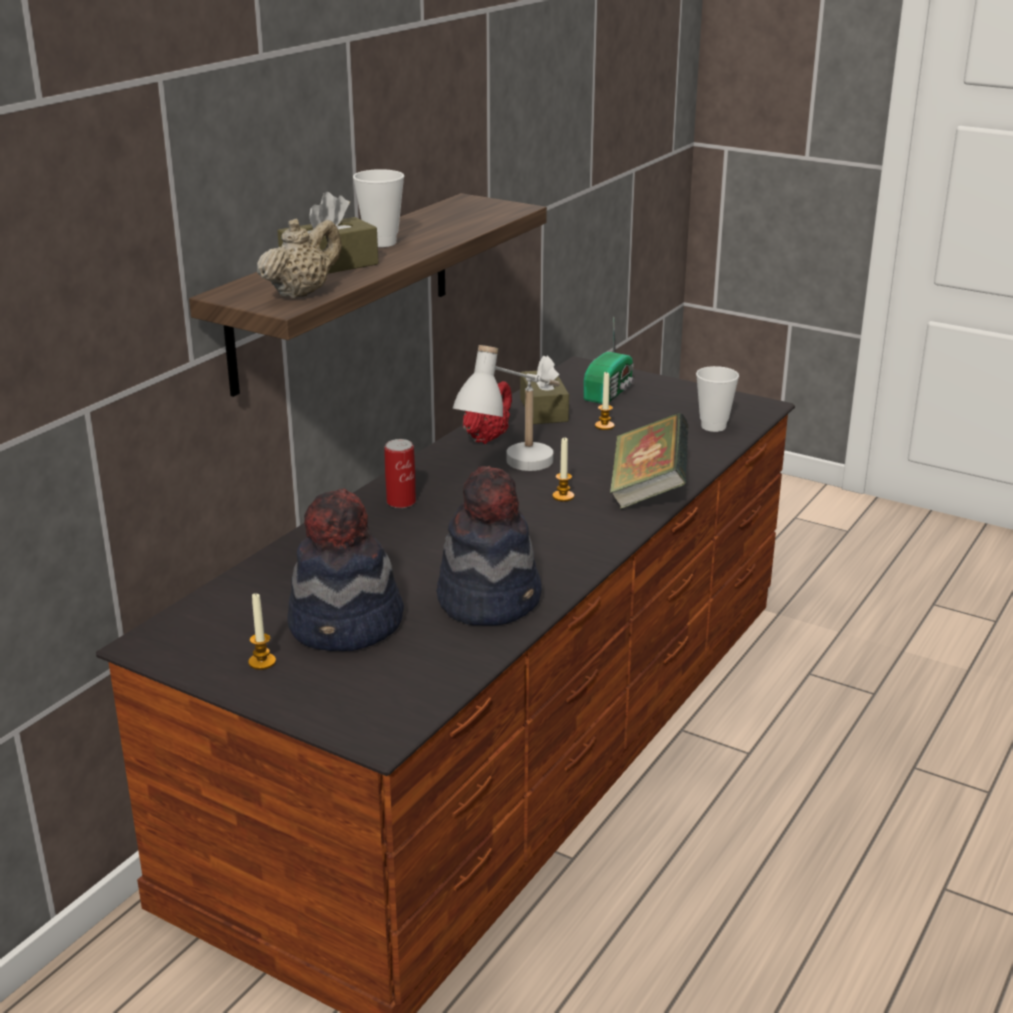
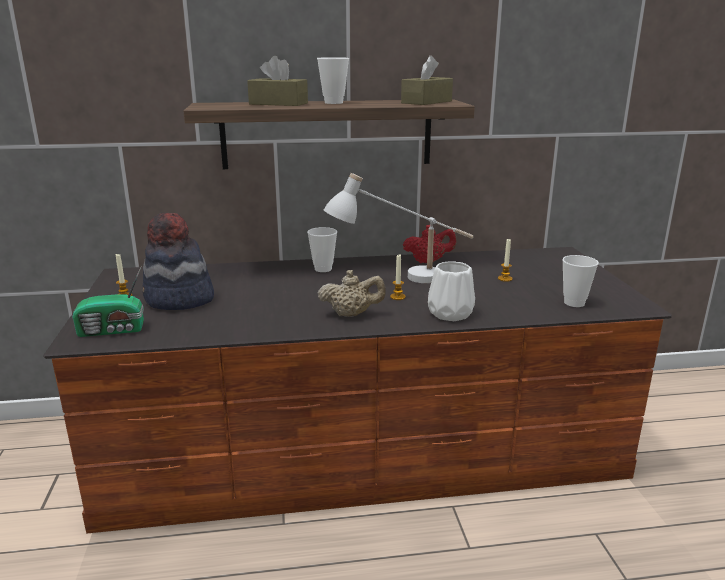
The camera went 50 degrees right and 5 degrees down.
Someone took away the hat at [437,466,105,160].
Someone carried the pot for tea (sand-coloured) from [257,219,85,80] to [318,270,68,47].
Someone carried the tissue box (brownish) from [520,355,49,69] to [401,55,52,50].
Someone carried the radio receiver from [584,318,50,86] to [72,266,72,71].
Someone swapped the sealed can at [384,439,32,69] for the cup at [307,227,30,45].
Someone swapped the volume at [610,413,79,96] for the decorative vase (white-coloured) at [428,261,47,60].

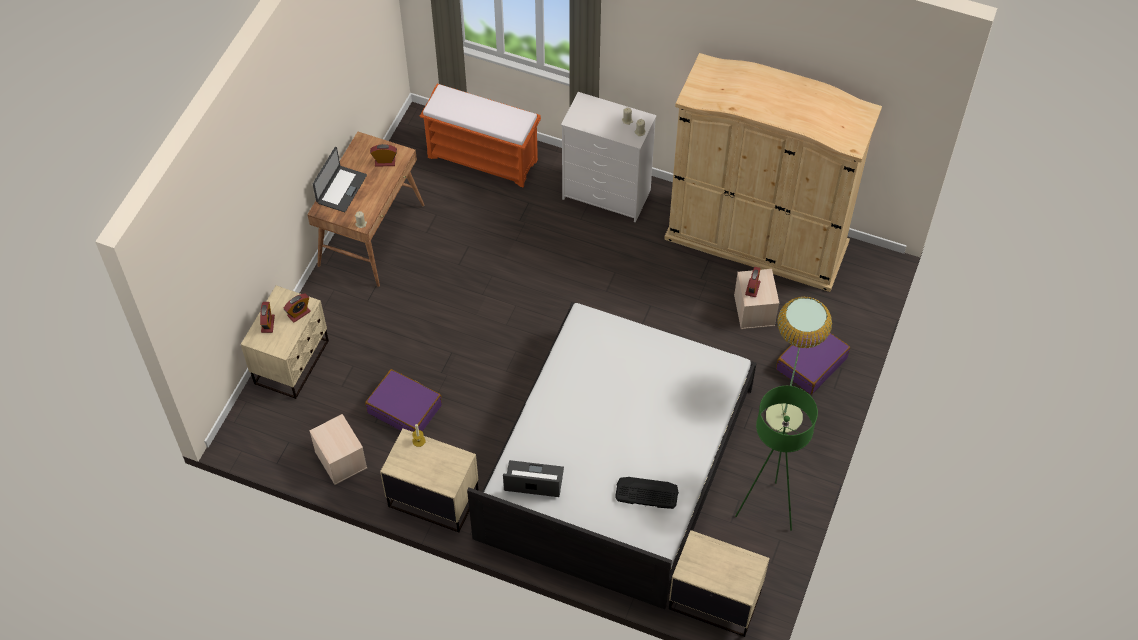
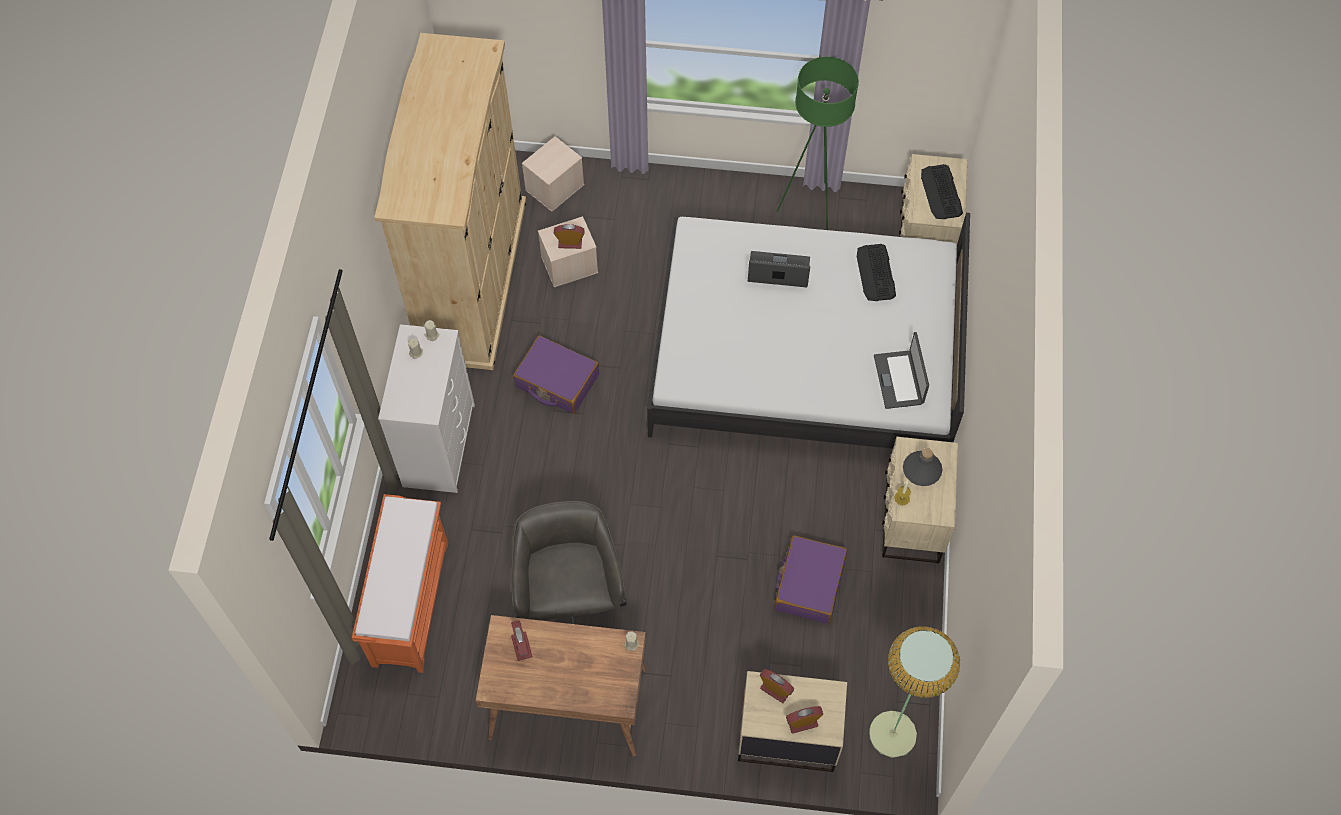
The camera went 105 degrees left and 5 degrees up.
Someone put down the desk chair (greyish) at [511,501,116,123].
Someone put down the drink bottle (greyish) at [903,448,39,38].
Someone put down the computer keyboard at [921,164,42,55].
Someone carried the storage container (sand-coloured) from [310,414,57,71] to [522,136,62,76].
Someone carried the notebook computer from [313,147,54,65] to [748,251,62,36].
Someone carried the floor lamp from [766,297,66,136] to [869,626,91,132].
Someone carried the piece of luggage (purple-coloured) from [776,331,74,63] to [513,335,86,79].

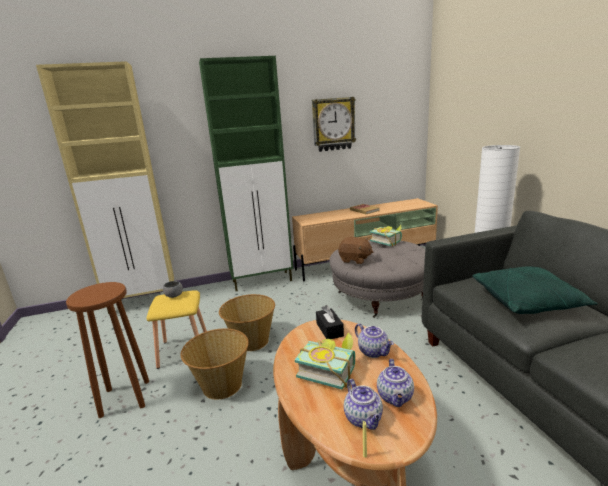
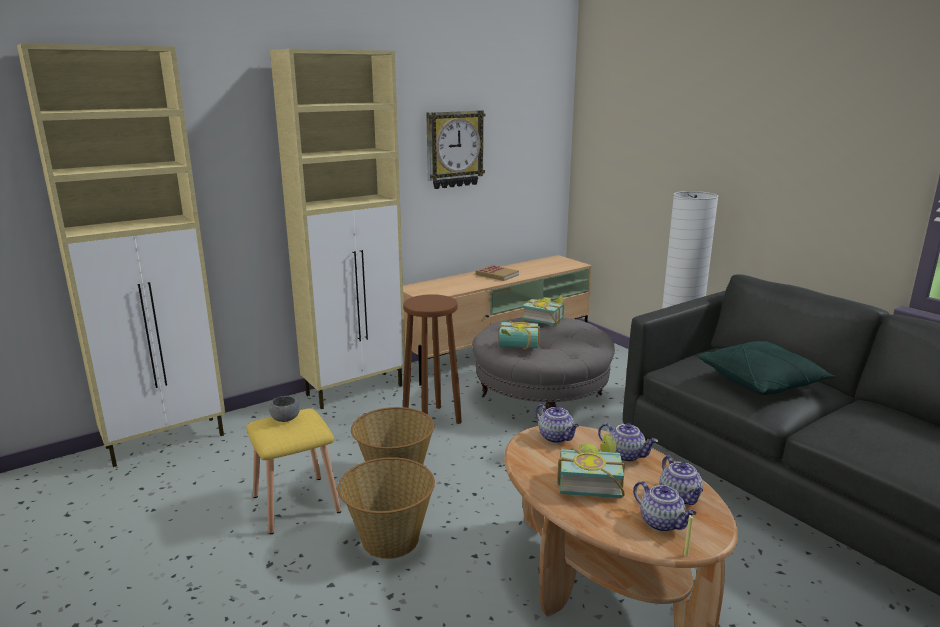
The camera went 20 degrees left and 0 degrees up.
Someone carried the stool (brownish) from [66,282,83,136] to [403,294,59,130].
Someone swapped the tissue box (blackish) at [316,305,28,34] for the pot for tea at [536,404,43,39].
Someone swapped the plush toy (brownish) at [338,237,35,27] for the volume at [499,321,41,28].
Someone repainted the storage cabinet (greenish) at [199,56,94,235], which became the storage cabinet (sand-coloured) at [270,49,135,360].

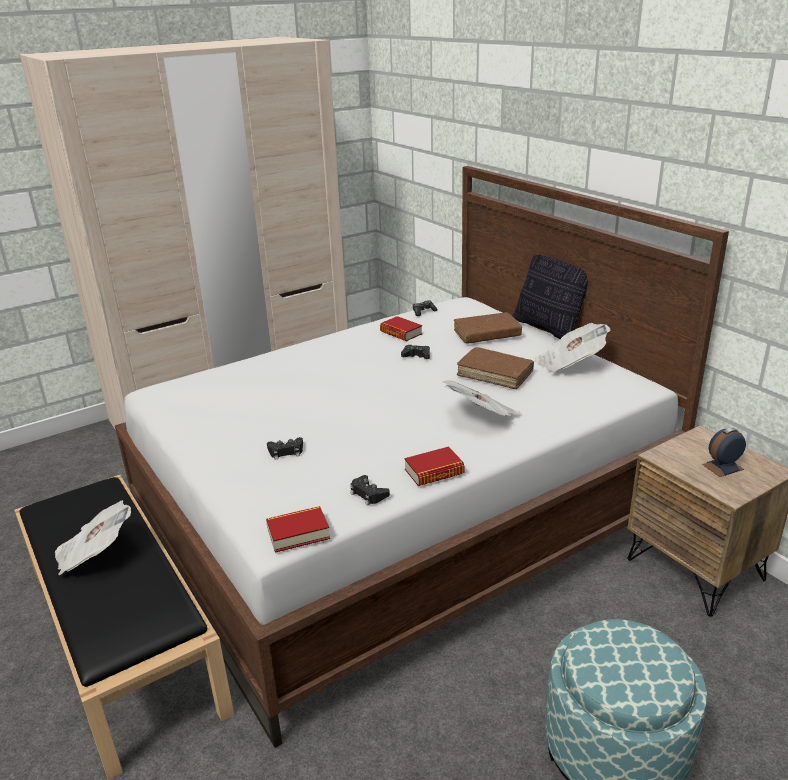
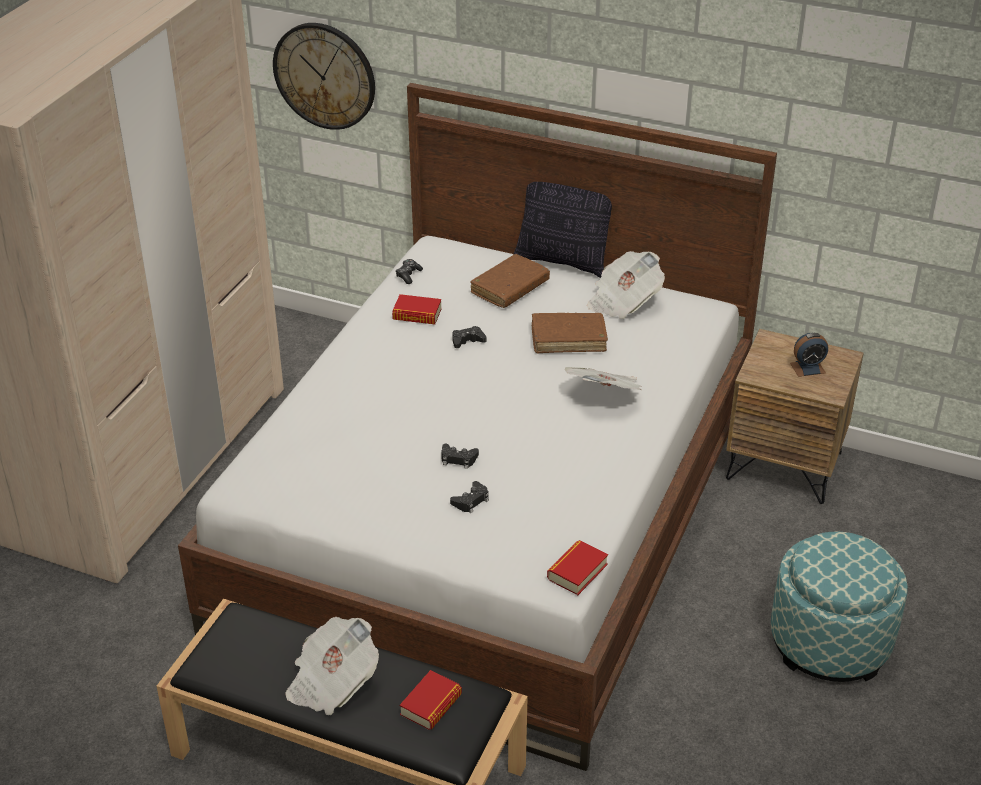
The camera went 35 degrees left and 10 degrees up.
Someone put up the wall clock at [273,23,102,107].
Someone carried the joypad (blackish) from [350,475,40,30] to [441,444,38,25].
Someone carried the volume from [404,446,61,40] to [400,670,62,60].
Someone rotated the alarm clock at [702,428,44,49] by 135 degrees counterclockwise.

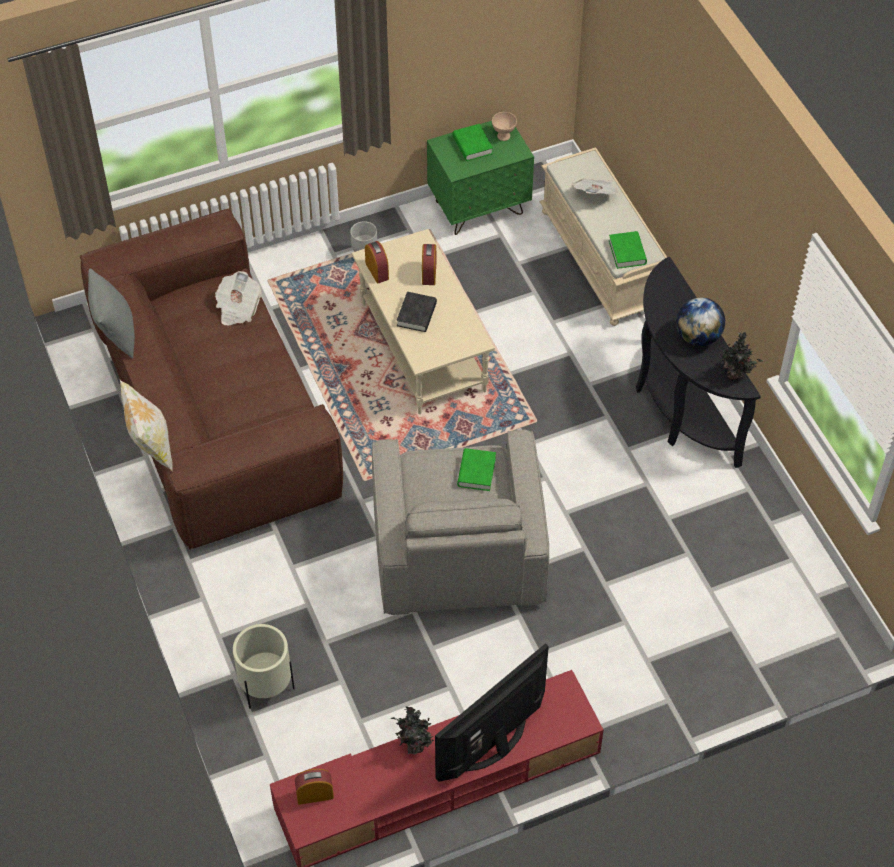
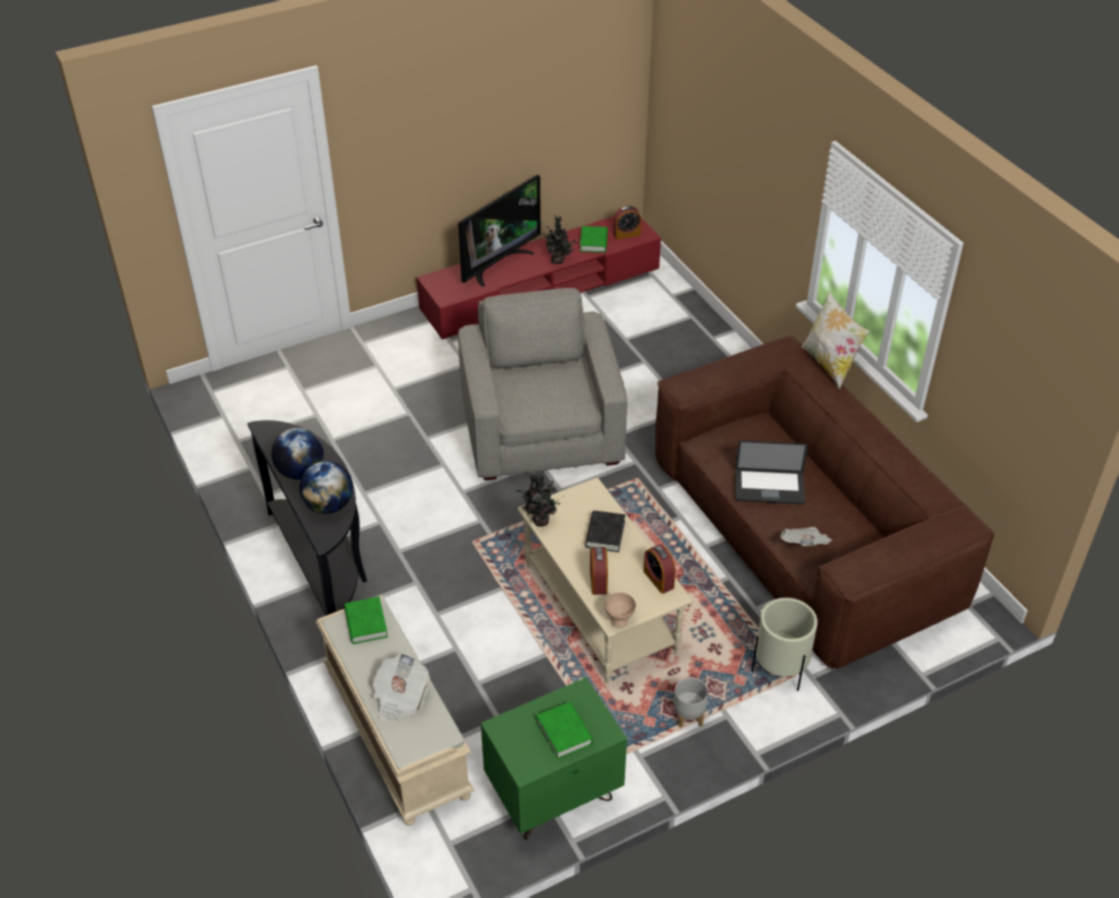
The camera went 175 degrees right and 10 degrees down.
Someone took away the pillow (greyish) at [88,269,47,89].
Someone put down the world globe at [299,461,54,53].
Someone put down the notebook computer at [735,440,73,64].
Someone carried the flower pot (sand-coloured) from [233,624,62,84] to [752,598,66,93].
Someone carried the volume (greenish) from [457,448,39,43] to [580,226,28,27].
Someone carried the bowl (sand-coloured) from [492,112,25,29] to [605,592,31,36].
Someone carried the houseplant from [717,332,47,49] to [516,473,45,53].

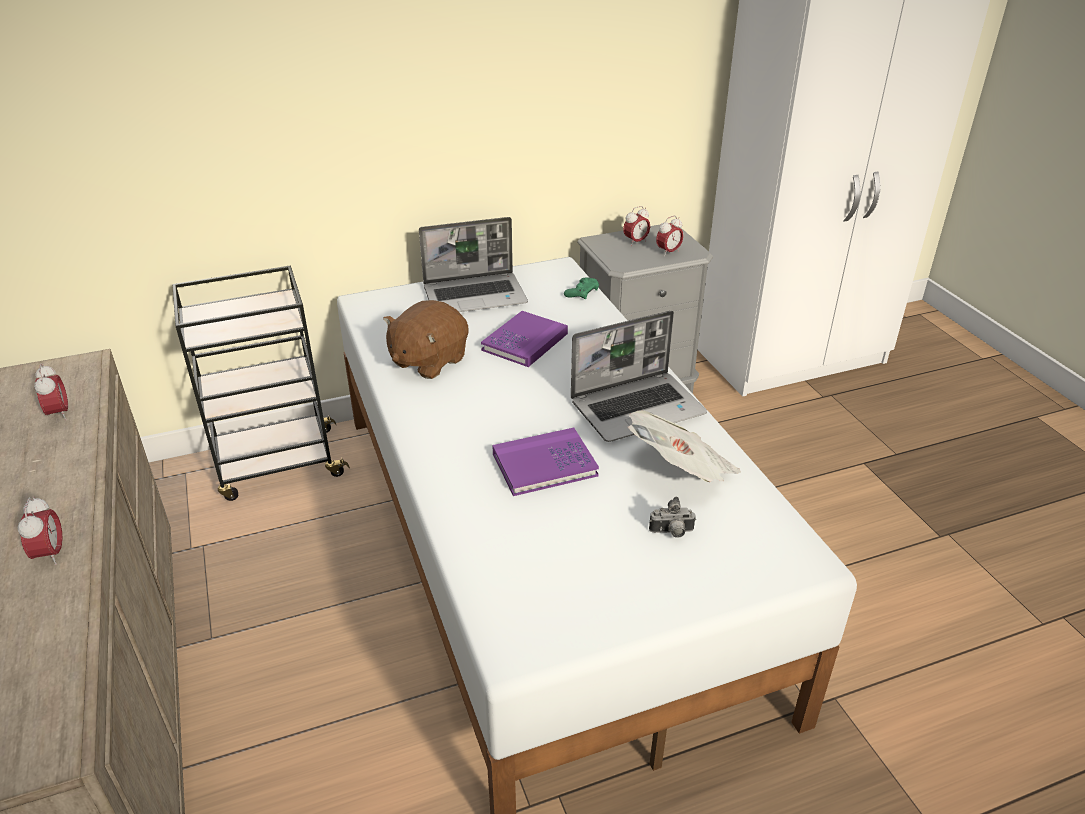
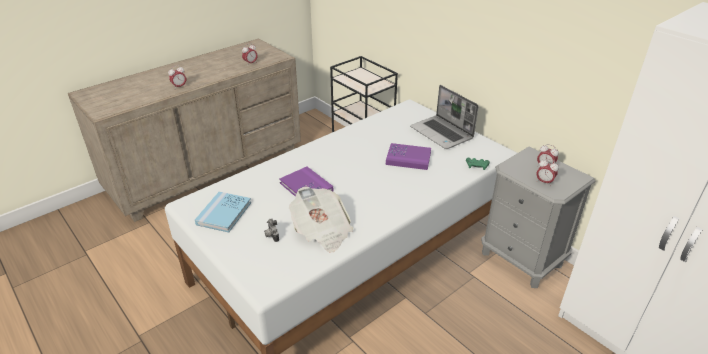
The camera went 70 degrees right and 0 degrees up.
Someone took away the plush toy (brownish) at [383,300,85,79].
Someone took away the notebook computer at [571,311,136,131].
Someone put down the volume (bluish) at [195,191,56,41].

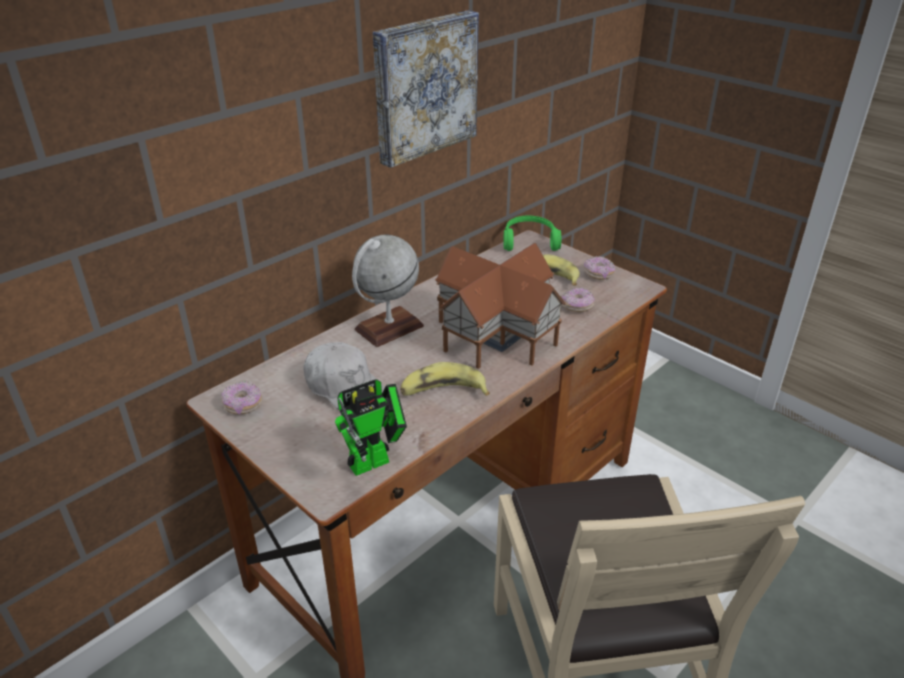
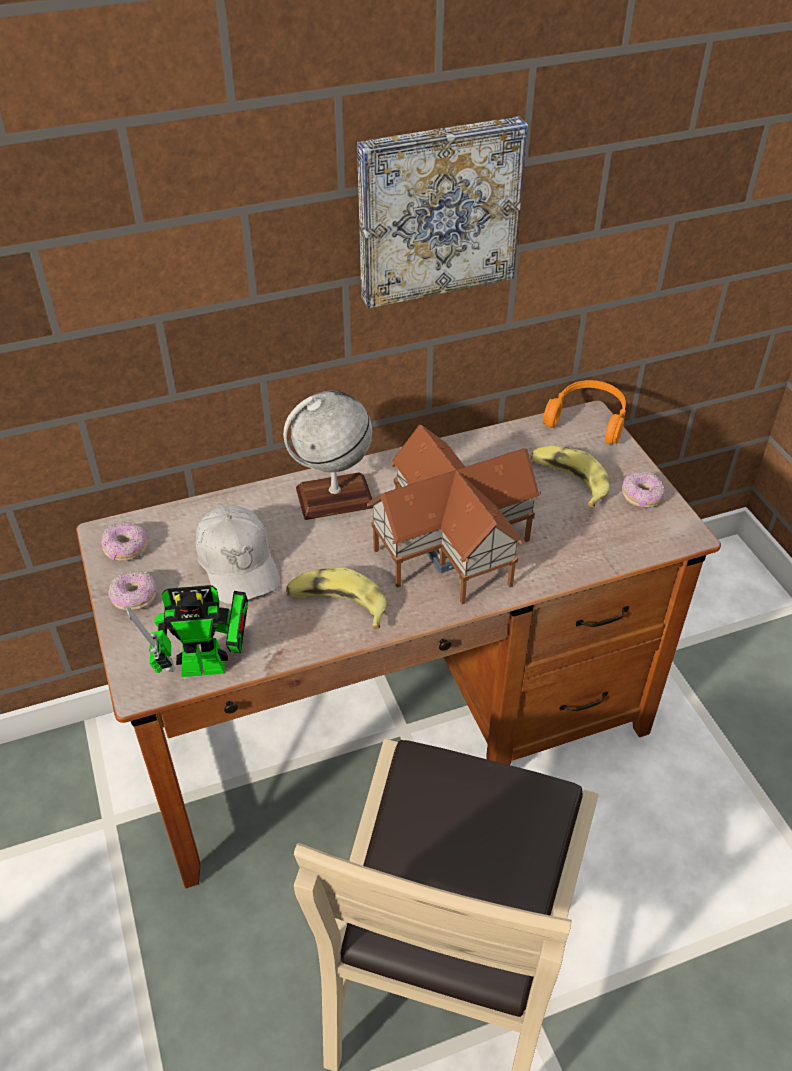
The camera went 25 degrees right and 10 degrees up.
Someone carried the ring doughnut from [562,287,33,25] to [108,571,50,39].
Someone repainted the headphones (greenish) at [503,215,58,36], which became the headphones (orange) at [543,380,83,64].

